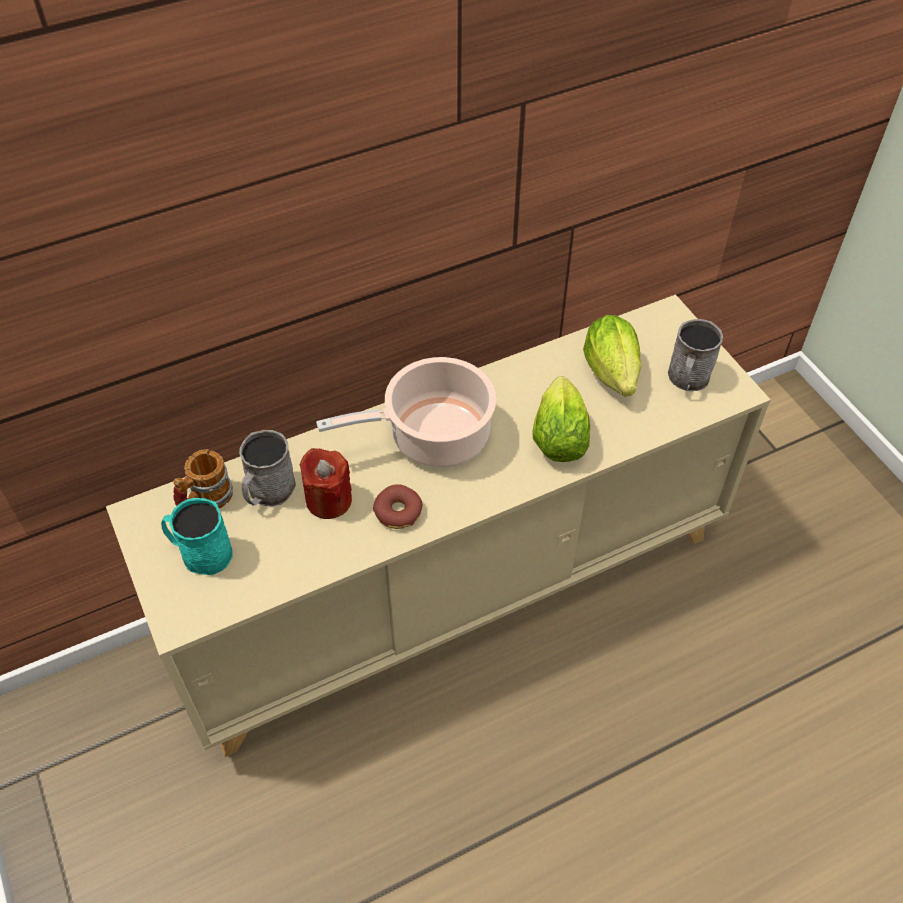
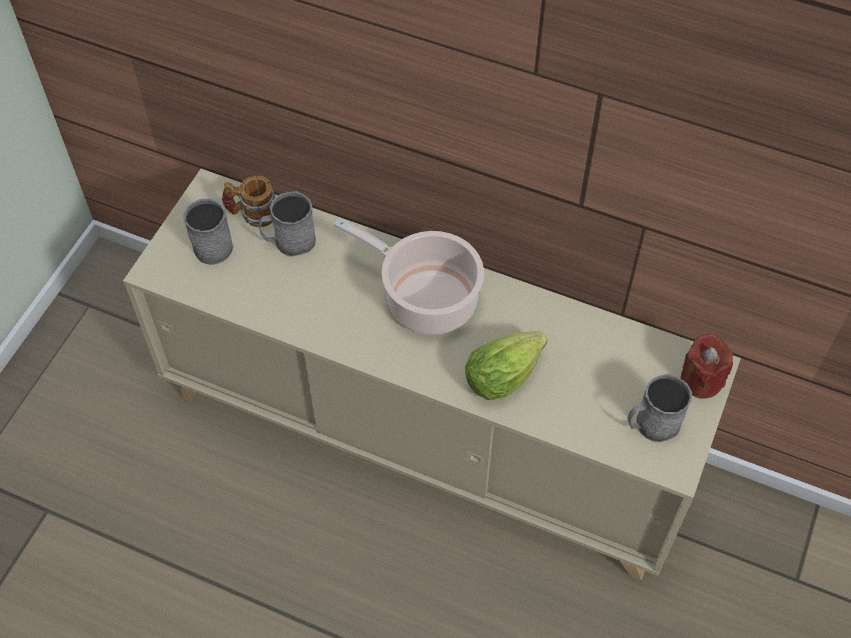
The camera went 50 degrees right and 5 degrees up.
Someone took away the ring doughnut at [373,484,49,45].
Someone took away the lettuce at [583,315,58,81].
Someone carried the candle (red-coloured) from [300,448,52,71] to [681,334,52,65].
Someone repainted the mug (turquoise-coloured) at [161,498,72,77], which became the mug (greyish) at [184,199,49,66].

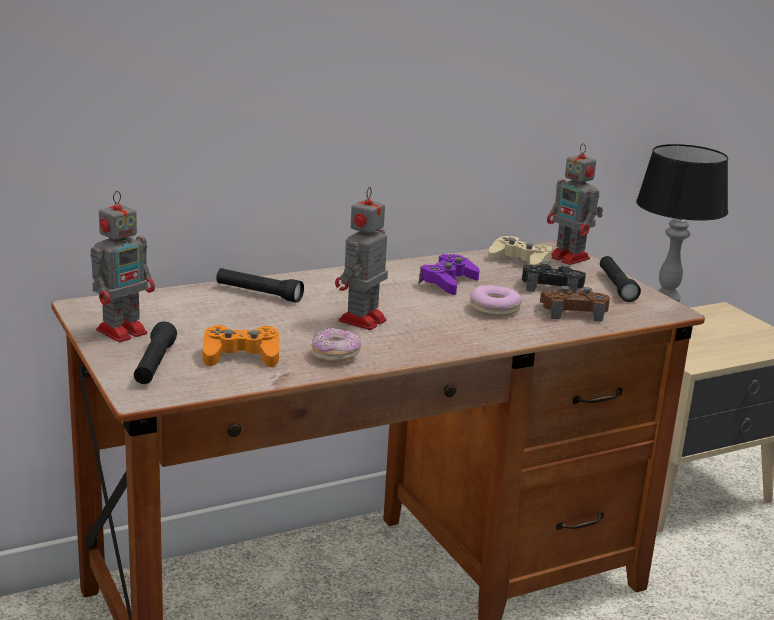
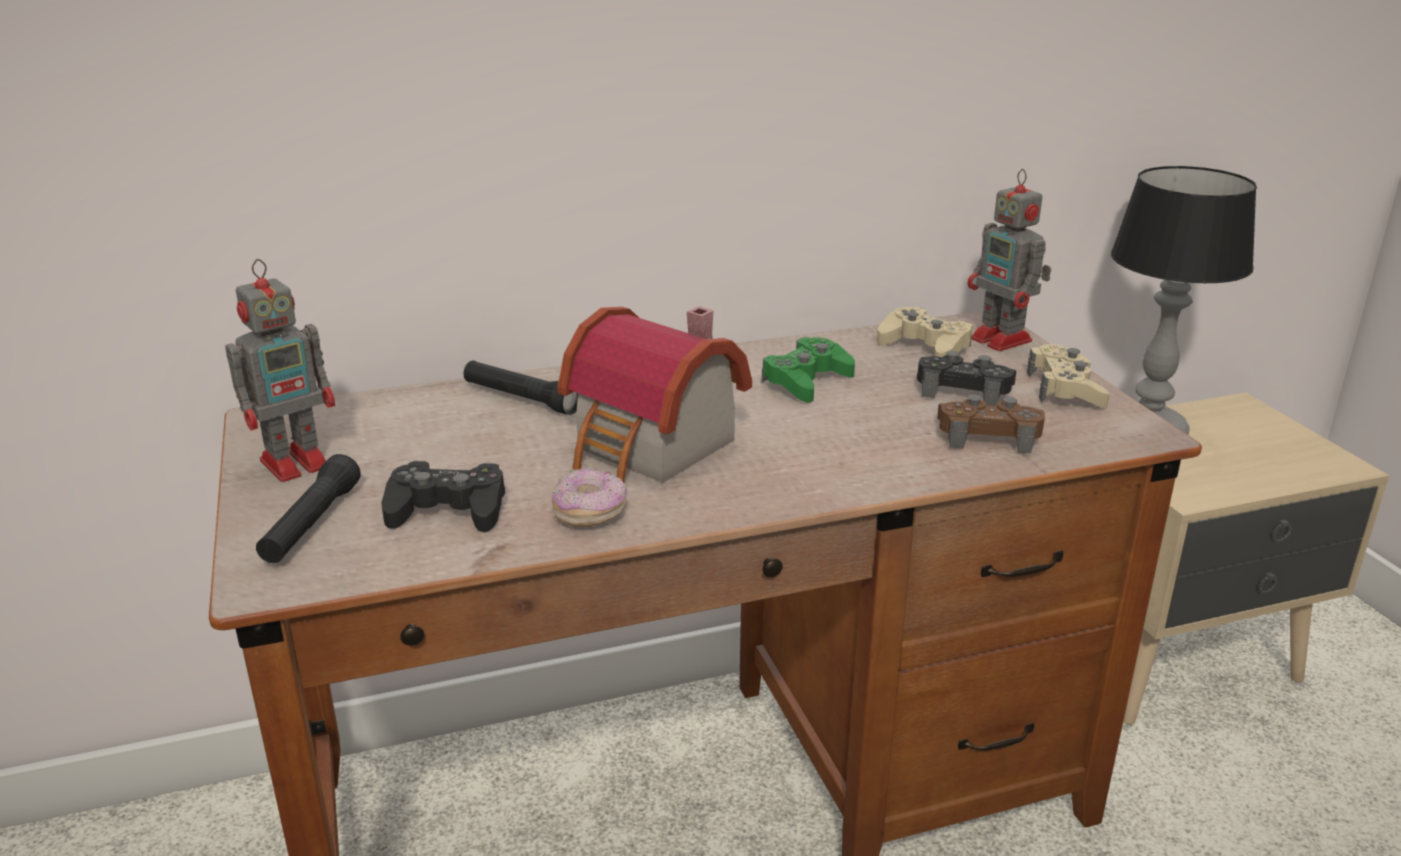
The camera went 10 degrees right and 5 degrees up.
Someone took away the ring doughnut at [470,285,52,32].
Someone swapped the robot figure at [335,187,53,143] for the model house at [558,306,194,177].
Someone swapped the hand torch (blackish) at [600,256,41,46] for the joypad (sand-coloured) at [1027,344,83,64].
Someone repainted the joypad (orange) at [203,325,76,42], which became the joypad (blackish) at [382,461,123,71].
Someone repainted the joypad (purple-coloured) at [419,254,60,41], which became the joypad (greenish) at [762,337,93,66].

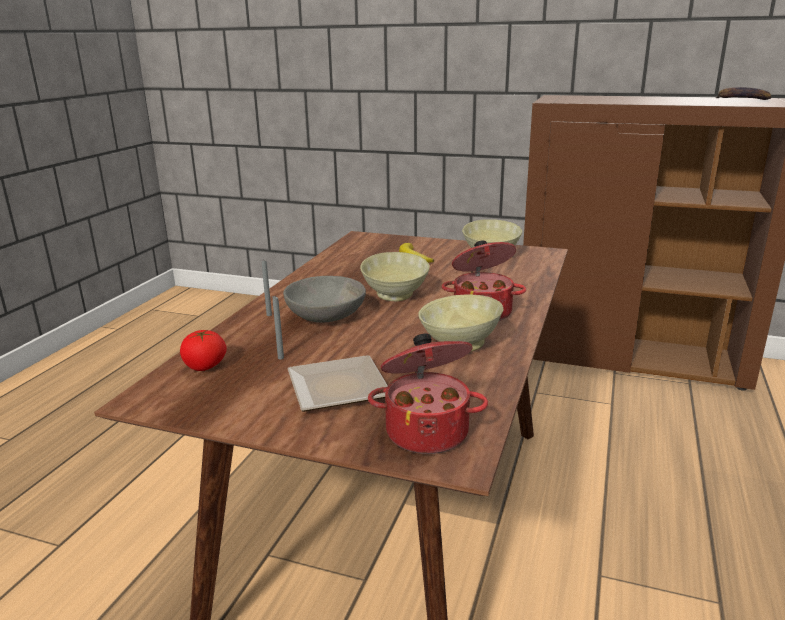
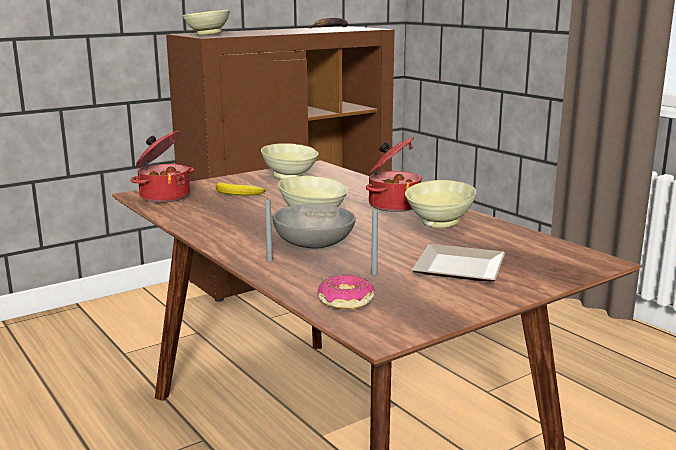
The camera went 55 degrees left and 5 degrees down.
Someone put down the bowl (sand-coloured) at [182,10,48,25].
Someone carried the stockpot from [368,333,120,121] to [130,131,64,72].
Someone swapped the fresh tomato at [180,330,47,41] for the ring doughnut at [317,275,58,34].

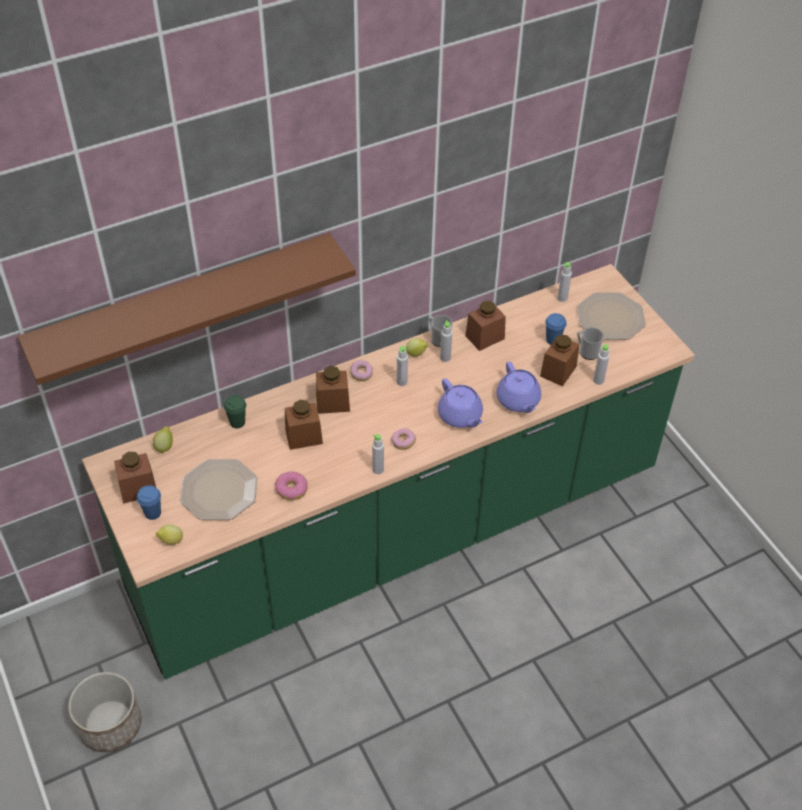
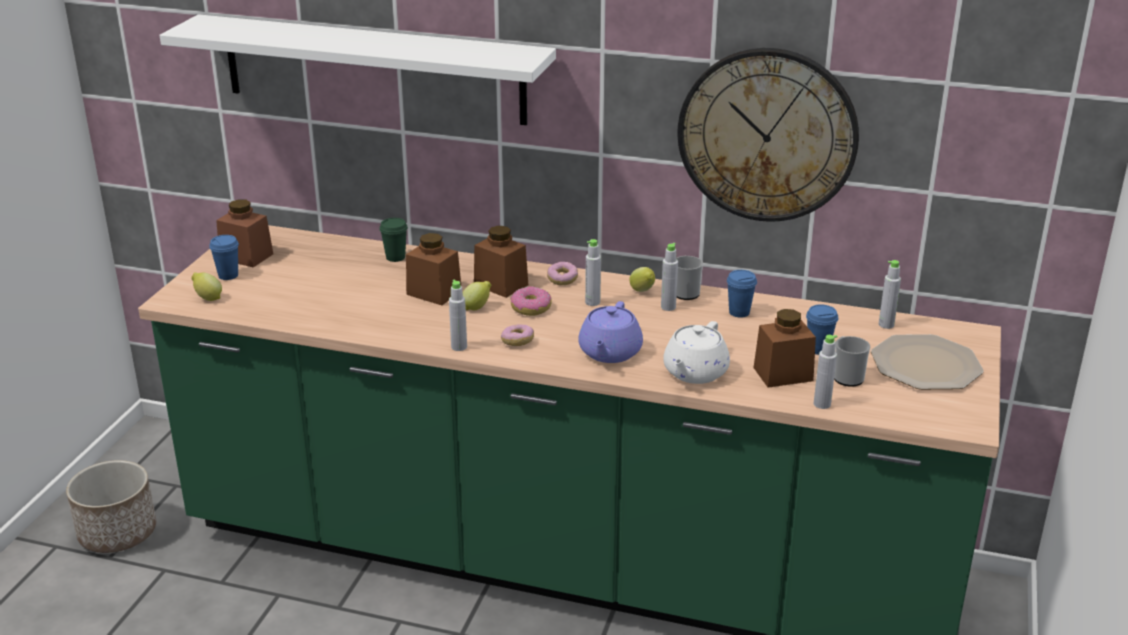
The camera went 45 degrees right and 20 degrees down.
Someone took away the dinner plate at [180,459,78,61].
Someone put up the wall clock at [677,48,182,174].
Someone carried the citrus fruit from [153,426,20,28] to [463,281,28,29].
Someone carried the ring doughnut from [275,472,33,28] to [511,286,41,30].
Someone swapped the jar (brownish) at [465,301,41,50] for the cup (bluish) at [727,270,30,48].
Someone repainted the bracket shelf (brownish) at [17,233,339,152], which became the bracket shelf (white-coloured) at [160,14,396,111].
Someone repainted the pot for tea (purple-coloured) at [497,362,44,51], which became the pot for tea (white-coloured) at [663,321,67,63].

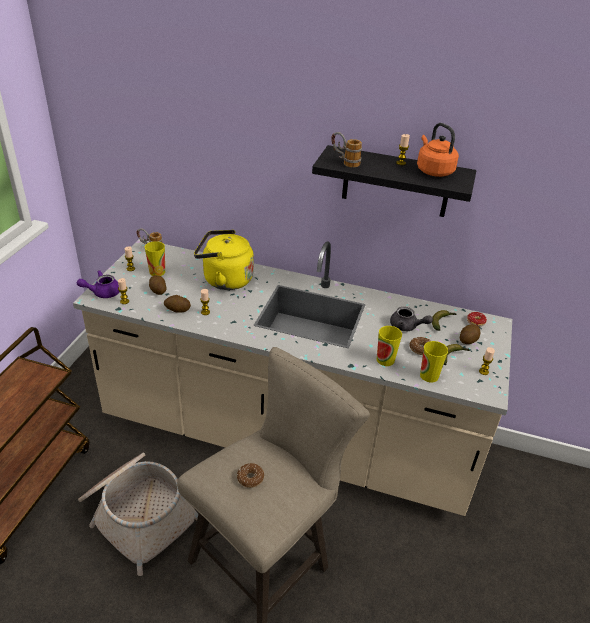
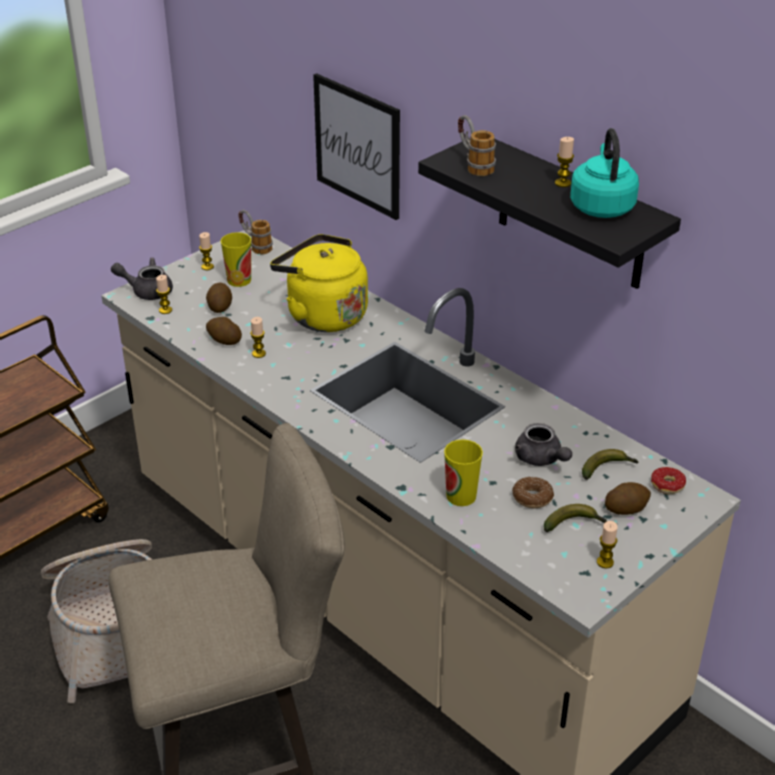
The camera went 30 degrees right and 0 degrees up.
Someone took away the ring doughnut at [237,463,27,25].
Someone took away the cup at [420,341,28,41].
Someone put up the wall art at [313,73,87,147].
Someone repainted the pot for tea (purple-coloured) at [77,270,42,28], which became the pot for tea (greyish) at [111,257,62,43].
Someone repainted the tea kettle (orange) at [417,123,42,54], which became the tea kettle (turquoise-coloured) at [570,128,69,90].

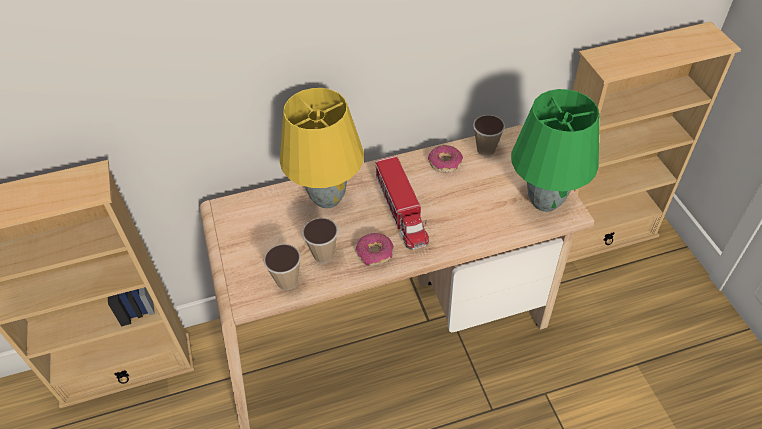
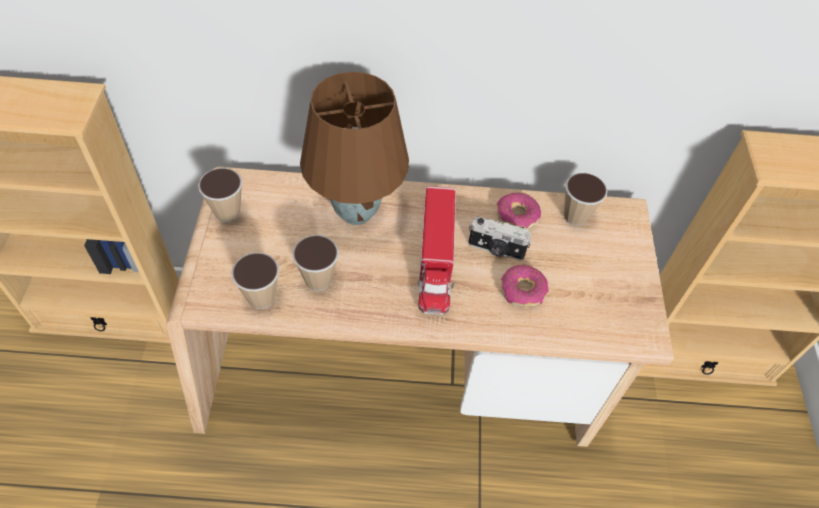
The camera went 15 degrees right and 5 degrees up.
Someone took away the tabletop lamp (greenish) at [511,89,88,123].
Someone put down the cup at [198,168,44,54].
Someone put down the still camera at [468,216,64,45].
Someone carried the ring doughnut from [356,233,38,33] to [501,265,48,42].
Someone repainted the tabletop lamp (yellow-coloured) at [280,88,84,120], which became the tabletop lamp (brownish) at [300,72,109,153].

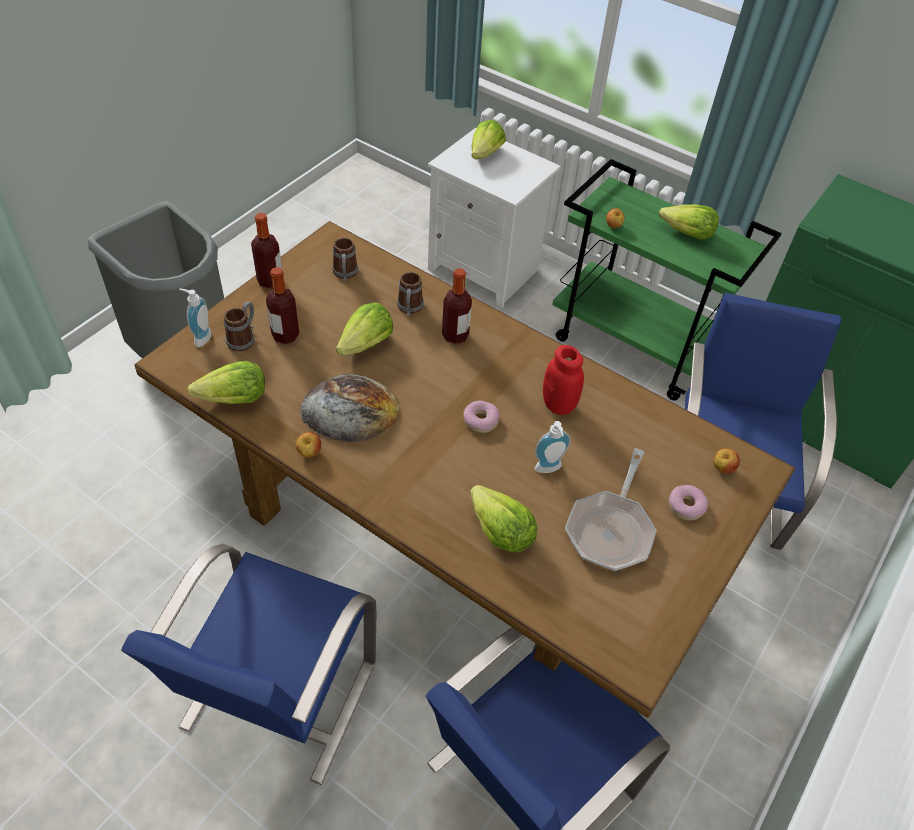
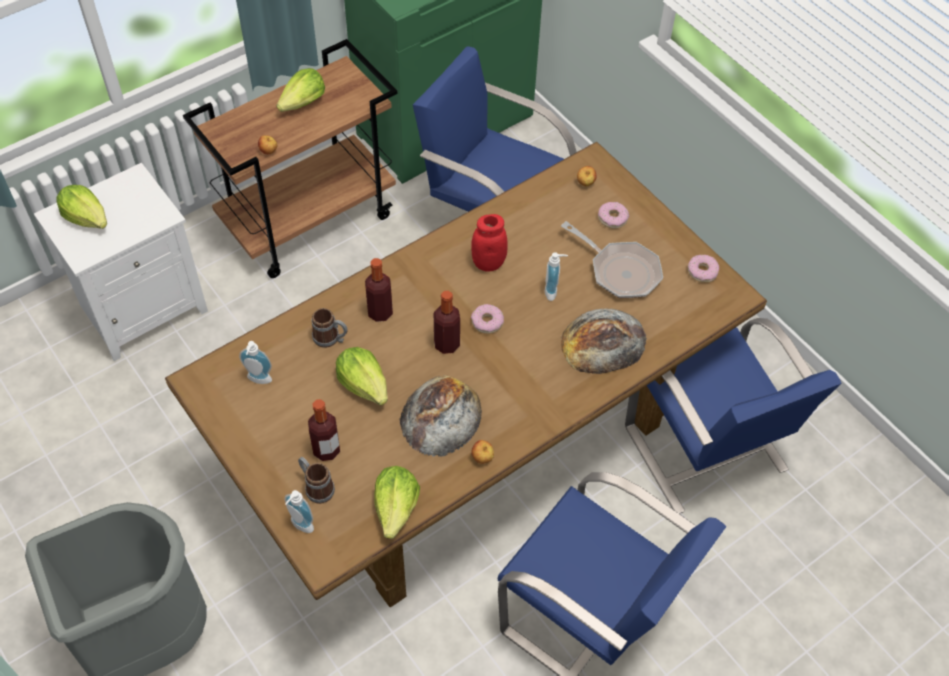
The camera went 70 degrees left and 5 degrees up.
Someone put down the ring doughnut at [688,255,31,28].
Someone carried the drink bottle from [251,213,31,76] to [434,291,26,63].
Someone swapped the mug at [332,238,26,43] for the soap bottle at [239,341,33,43].
Someone swapped the lettuce at [470,485,68,67] for the bread at [561,309,86,65].
Someone repainted the cart (greenish) at [552,159,230,242], which became the cart (brownish) at [183,39,215,239].

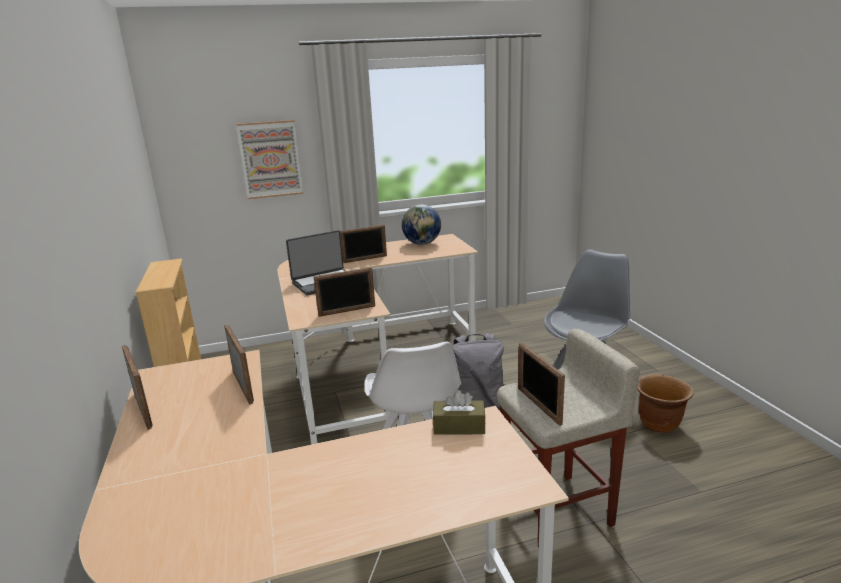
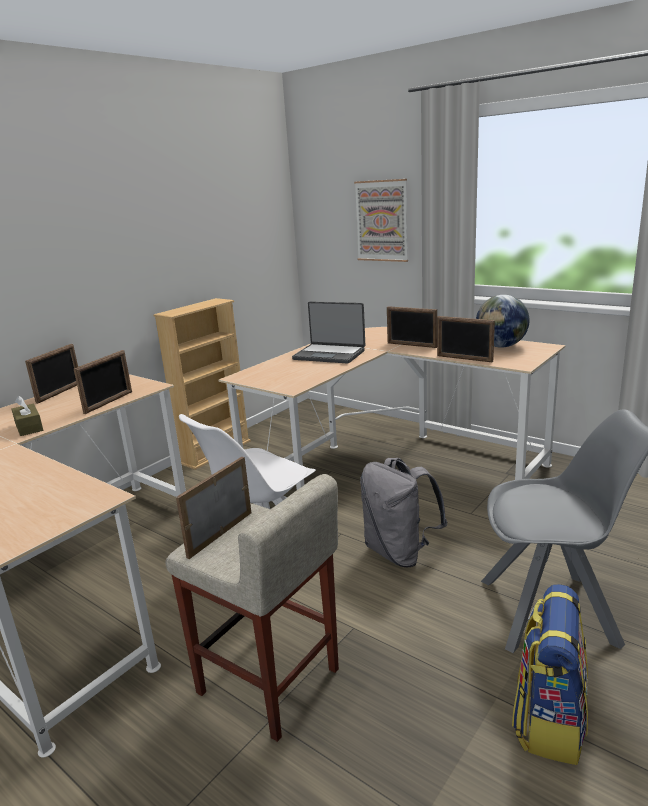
The camera went 55 degrees right and 0 degrees up.
Someone carried the picture frame from [314,267,61,50] to [437,316,58,46].
Someone carried the tissue box (brownish) from [433,390,52,45] to [12,396,31,40].
Someone swapped the flower pot (brownish) at [637,374,57,59] for the rucksack at [512,584,76,181].

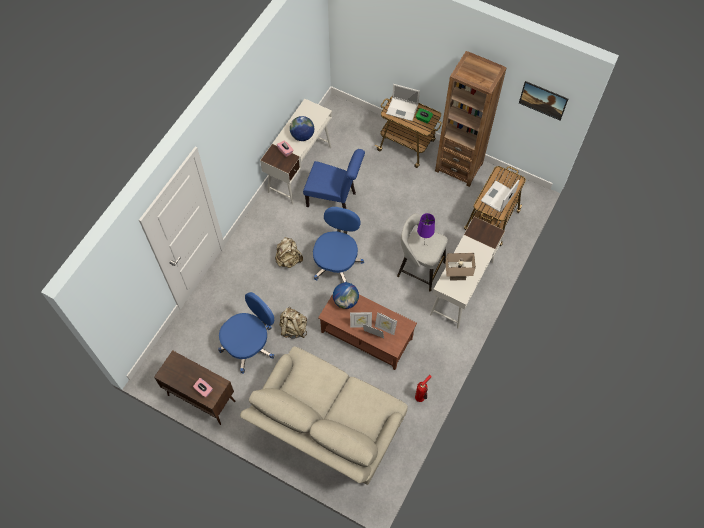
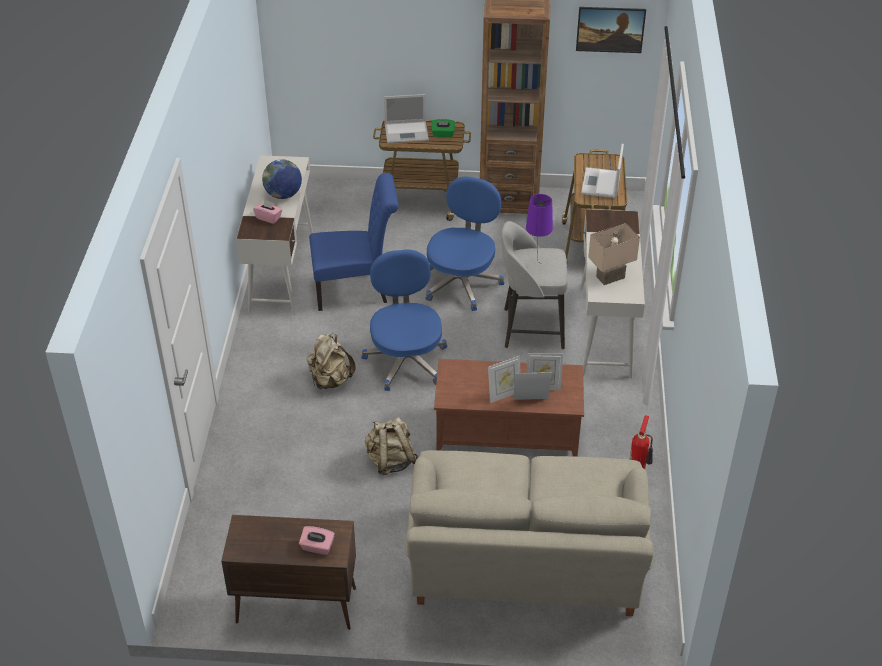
The camera went 25 degrees left and 20 degrees down.
Someone took away the world globe at [333,283,26,26].
Someone carried the desk chair (bluish) from [218,292,56,82] to [425,176,79,135].

